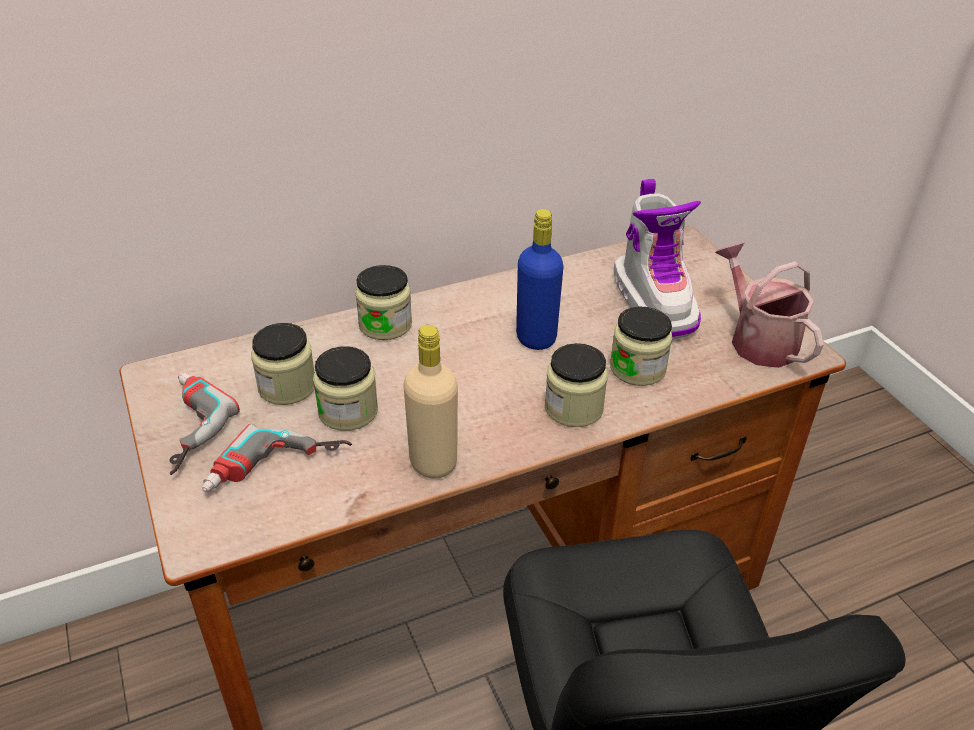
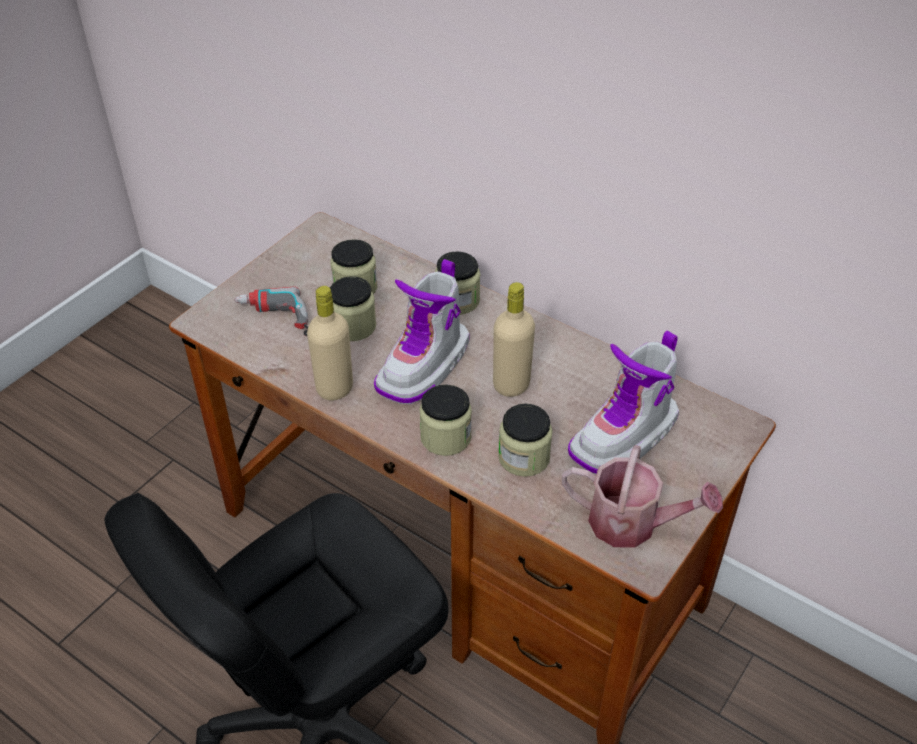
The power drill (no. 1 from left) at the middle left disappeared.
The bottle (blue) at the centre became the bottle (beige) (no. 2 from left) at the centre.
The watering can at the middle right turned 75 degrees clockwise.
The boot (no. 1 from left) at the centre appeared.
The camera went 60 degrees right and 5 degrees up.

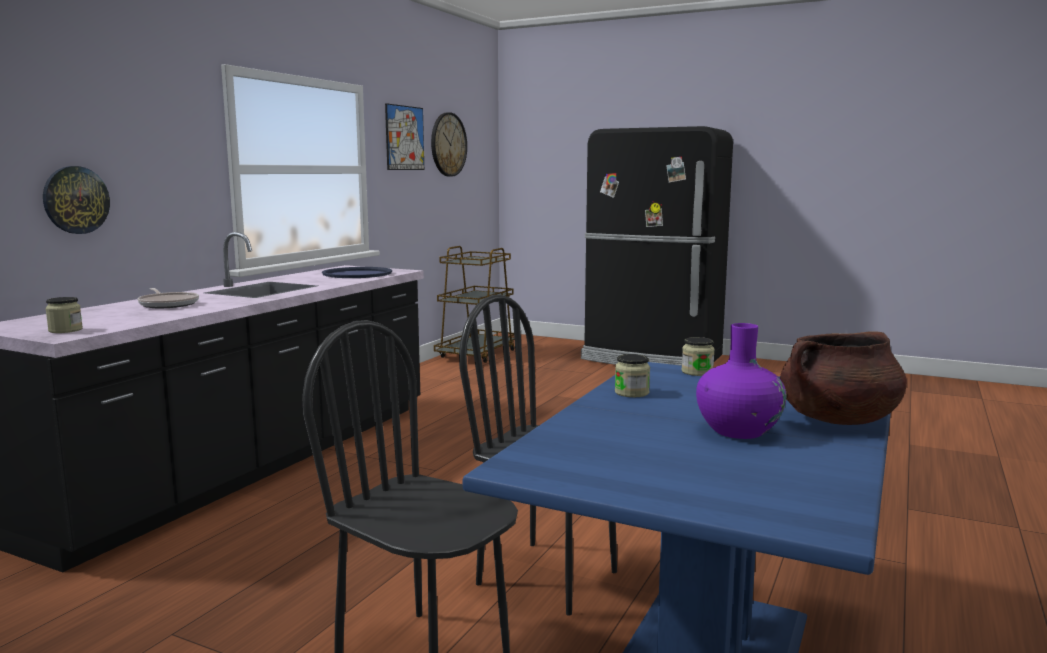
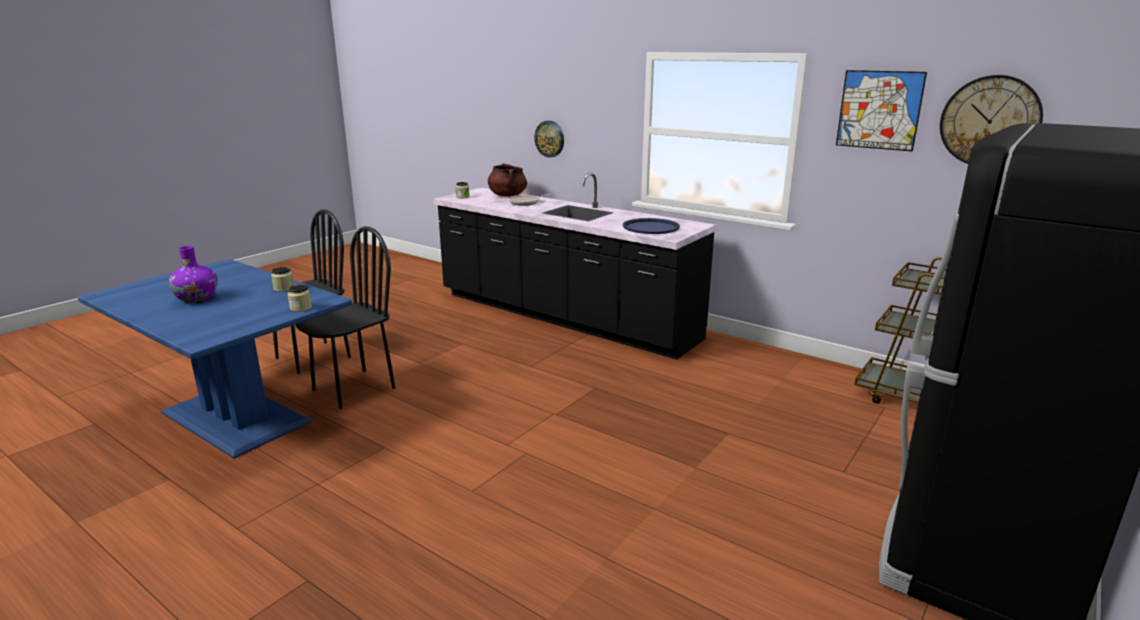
The cooking pot (brown) moved from the middle right to the top centre.
The camera went 100 degrees right and 10 degrees up.

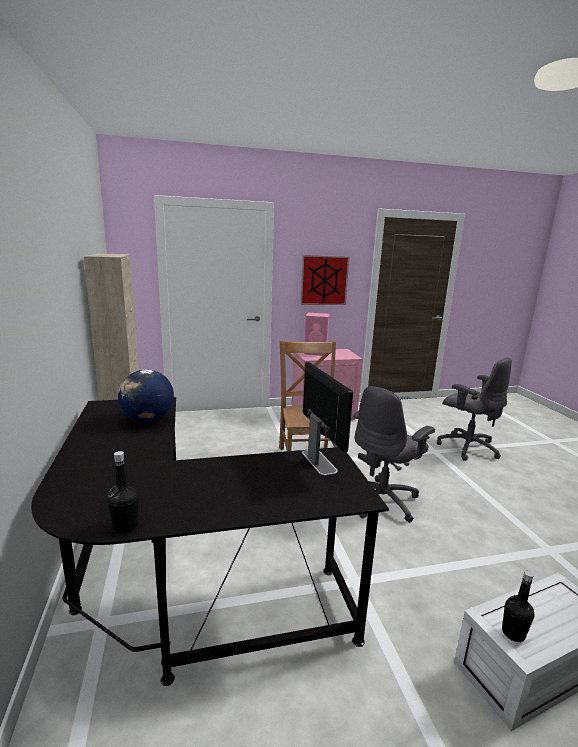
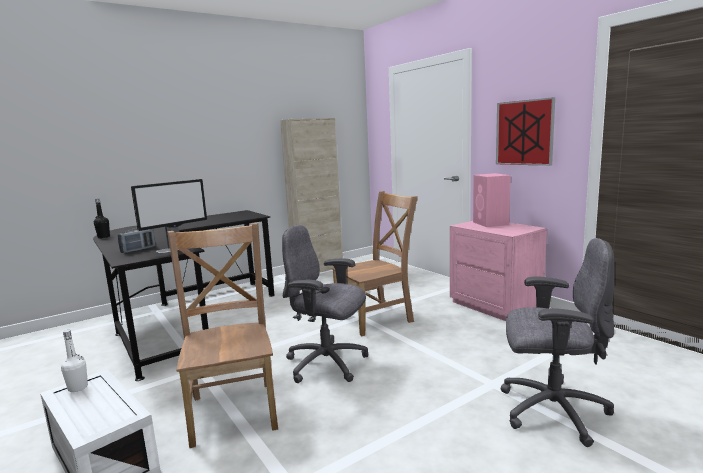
The globe at the middle left disappeared.
The office chair (grey) (no. 2 from left) at the middle right turned 105 degrees counterclockwise.
The bottle (black) (no. 2 from left) at the bottom right became the bottle (white) at the bottom left.
The radio at the middle left appeared.
The chair (brown) (no. 1 from left) at the bottom left appeared.
The camera went 70 degrees right and 5 degrees down.

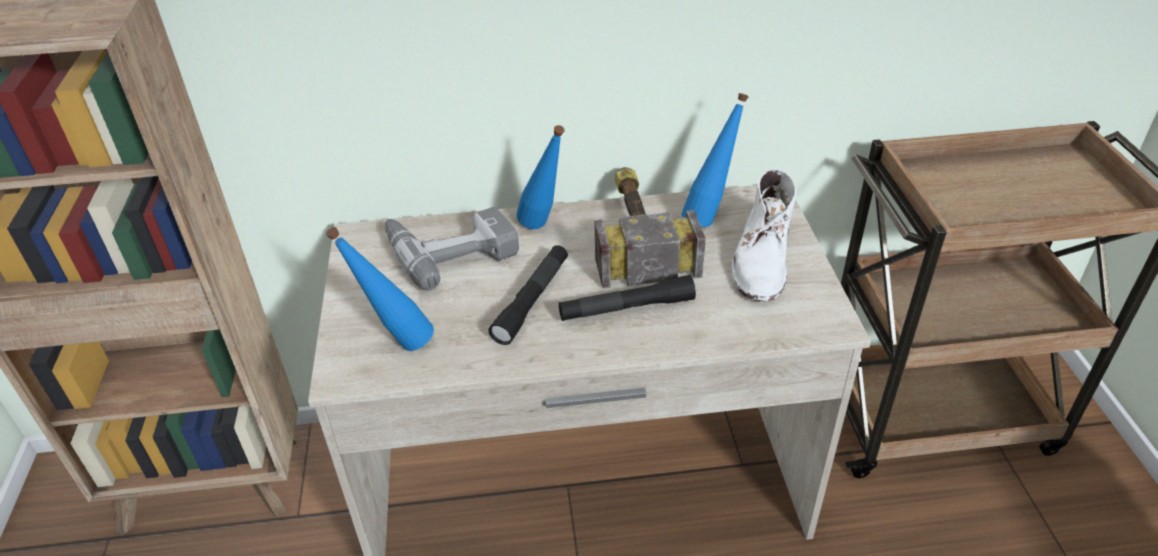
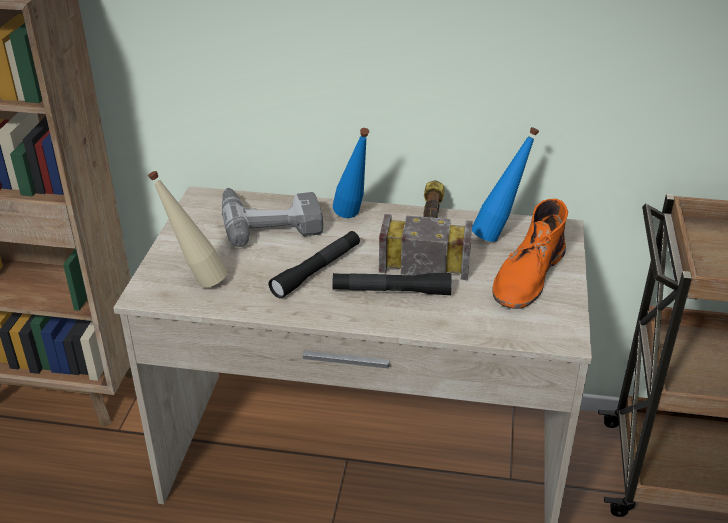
The bottle (blue) (no. 1 from left) at the middle left became the bottle (beige) at the middle left.
The boot (white) at the centre became the boot (orange) at the middle right.
The camera went 15 degrees right and 5 degrees down.

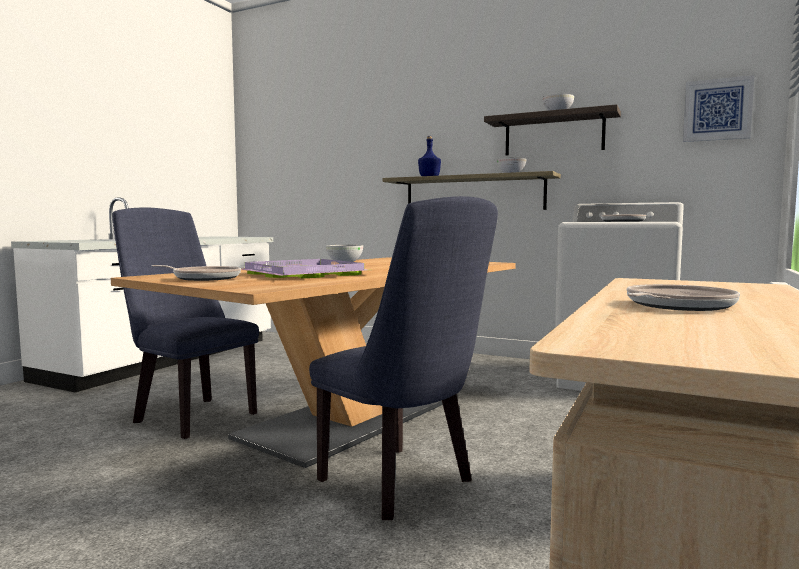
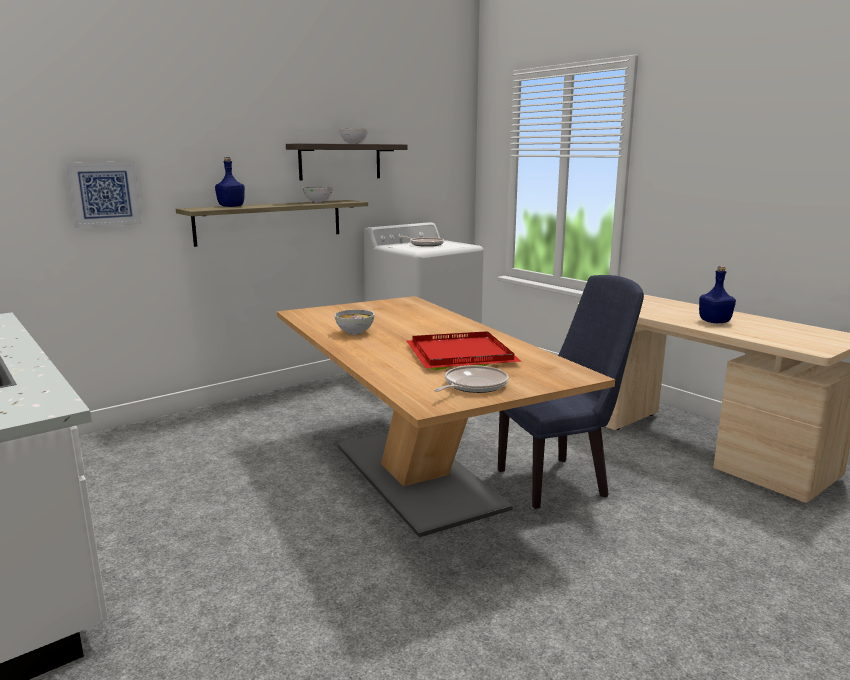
The chair (blue) (no. 1 from left) at the middle left disappeared.
The tray (purple) at the centre became the tray (red) at the centre.
The frying pan (no. 3 from left) at the middle right was replaced by the bottle (blue) (no. 2 from left) at the middle right.
The picture moved from the top right to the top left.
The camera went 65 degrees left and 10 degrees up.

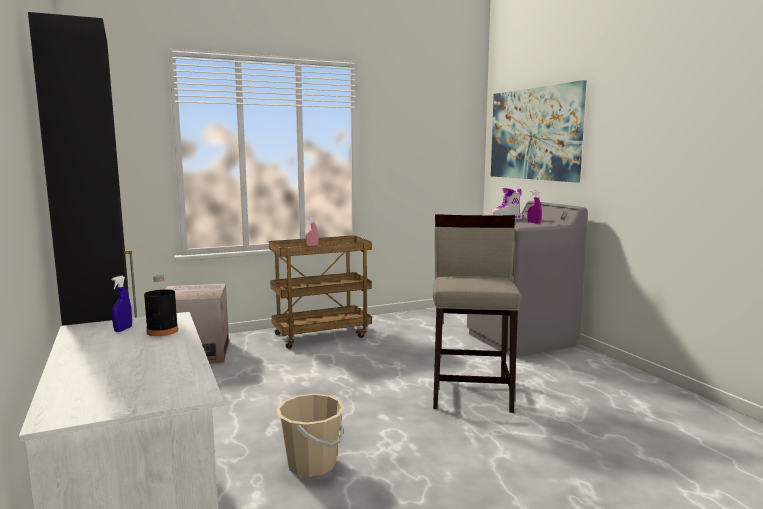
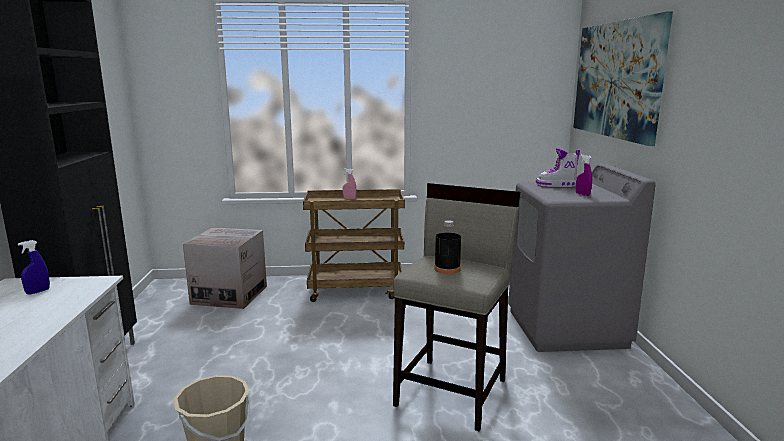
The bottle (black) moved from the middle left to the centre.
The camera went 20 degrees right and 5 degrees up.

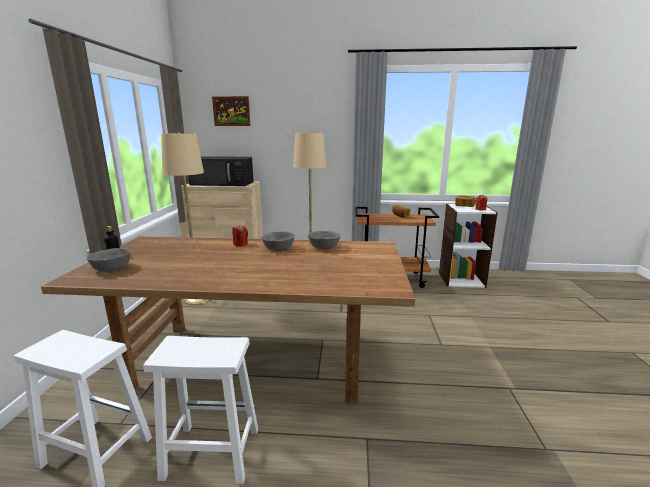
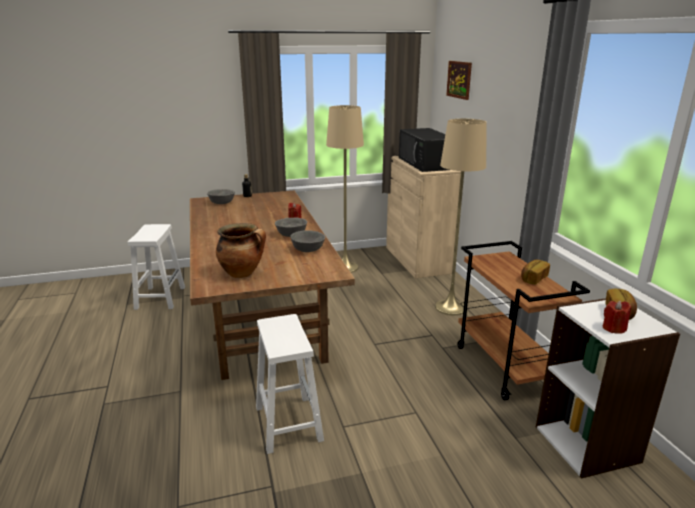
The stool (white) (no. 2 from left) moved from the bottom left to the bottom centre.
The cooking pot at the centre appeared.
The camera went 70 degrees right and 5 degrees up.

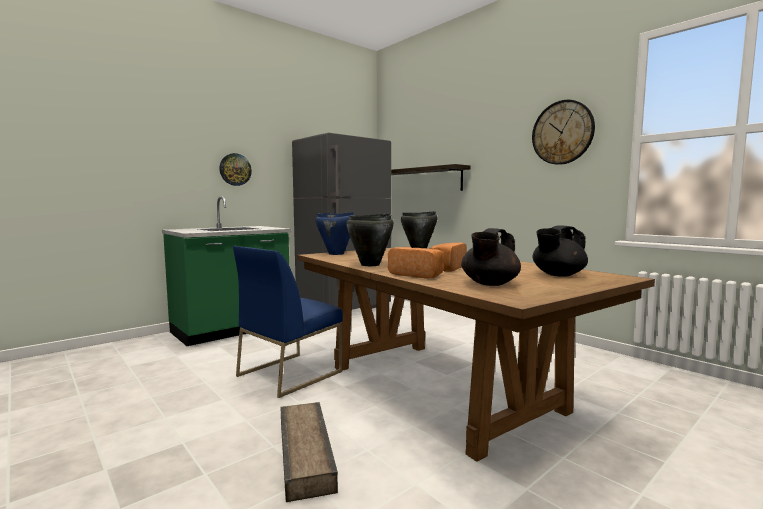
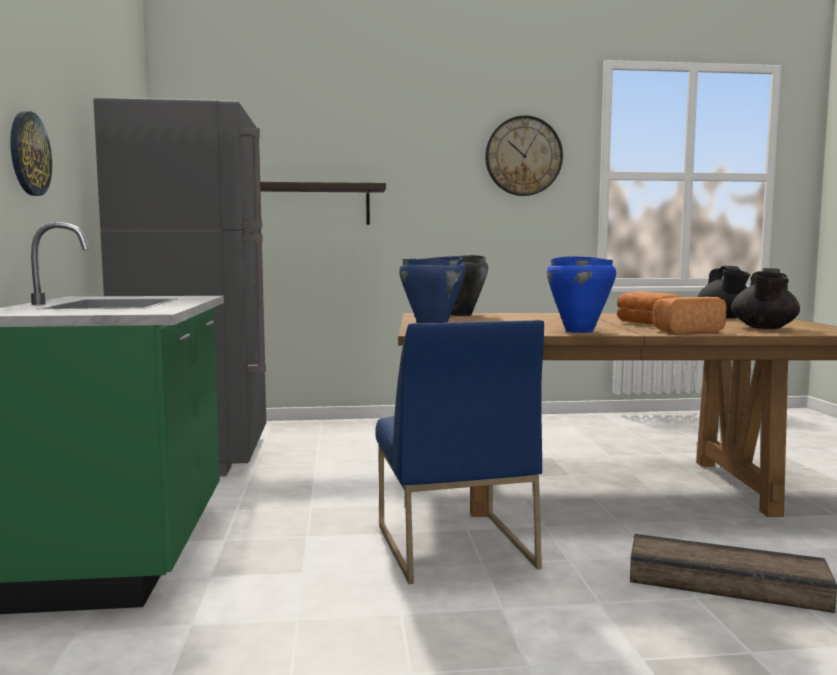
The cooking pot (black) (no. 1 from left) at the centre became the cooking pot (blue) (no. 2 from left) at the middle right.
The teapot (black) (no. 1 from left in the first image) at the centre turned 45 degrees clockwise.
The camera went 55 degrees left and 0 degrees up.

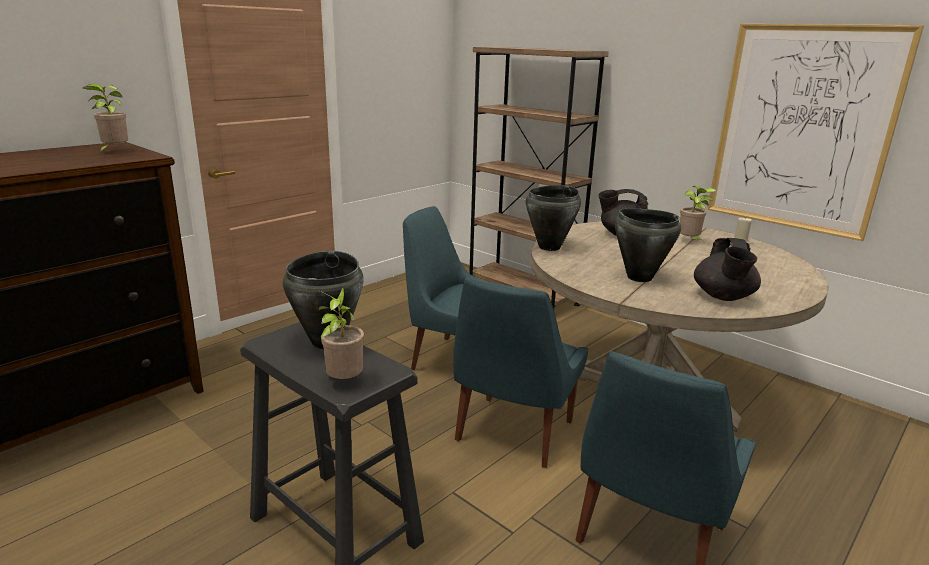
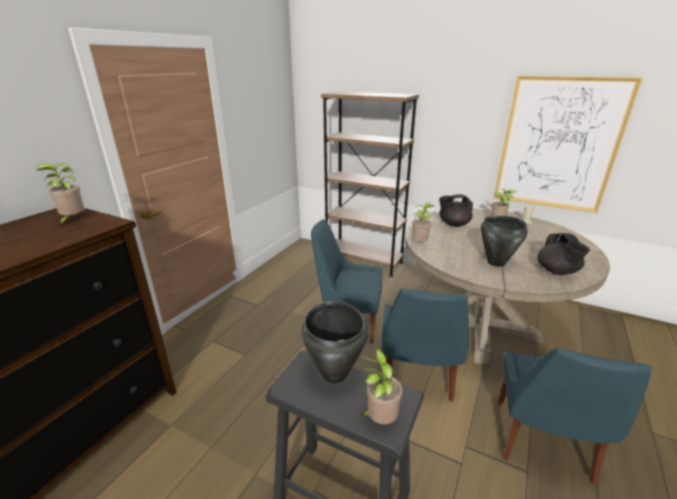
The cooking pot (black) (no. 2 from left) at the centre was replaced by the potted plant (no. 3 from left) at the centre.
The camera went 15 degrees left and 5 degrees up.

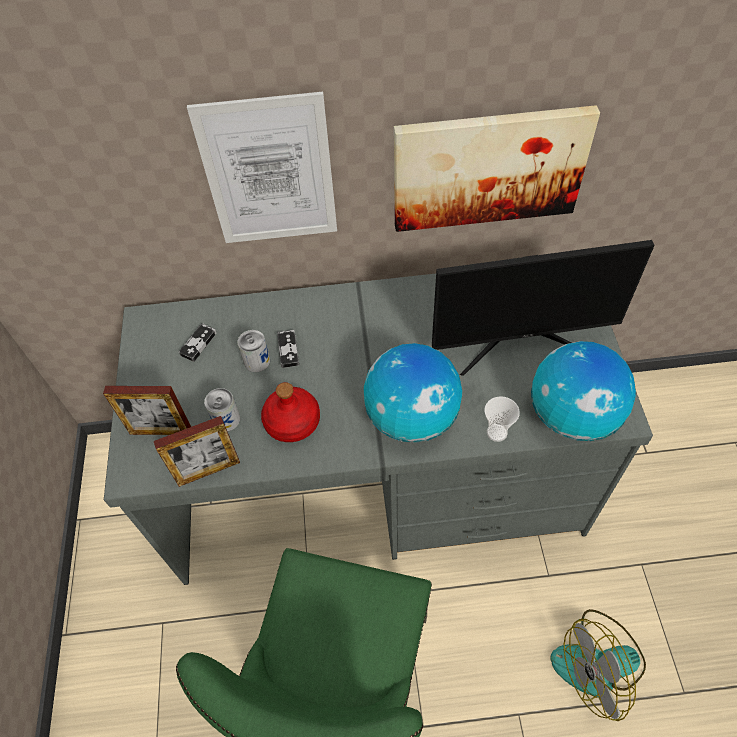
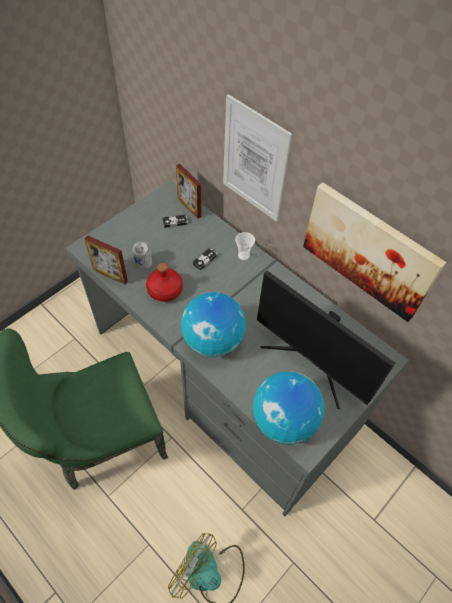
The picture frame (no. 1 from left in the first image) moved from the middle left to the top centre.
The can (no. 2 from left) at the centre disappeared.
The cup moved from the middle right to the centre.
The camera went 45 degrees right and 0 degrees up.

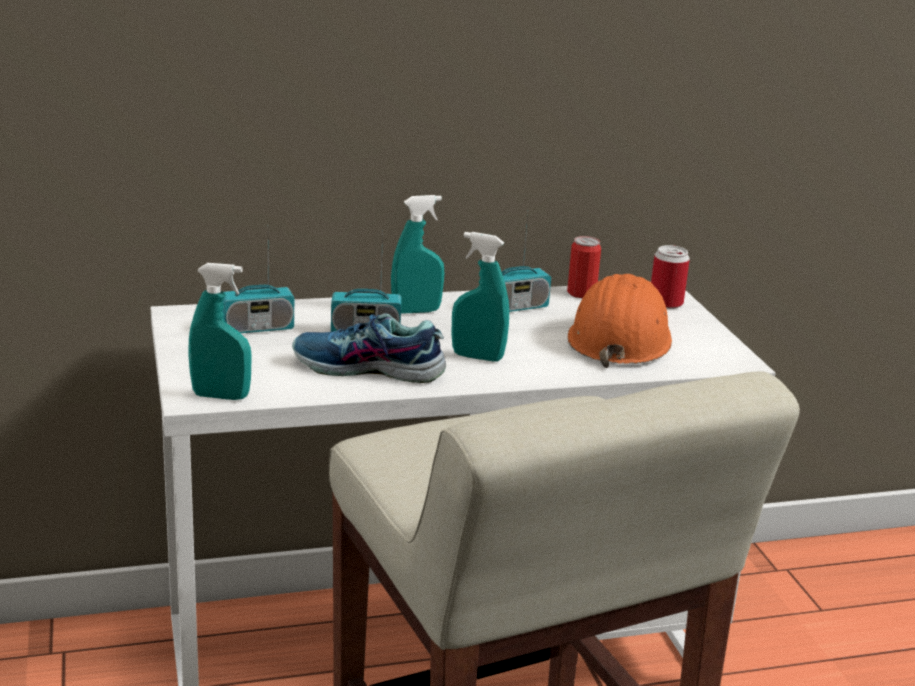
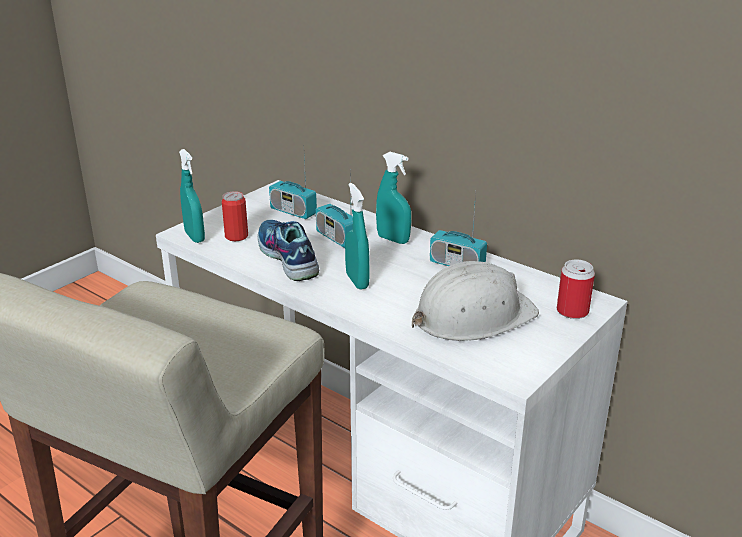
The can (no. 1 from left) moved from the centre to the middle left.
The hard hat (orange) at the middle right became the hard hat (white) at the centre.
The camera went 55 degrees right and 5 degrees up.

